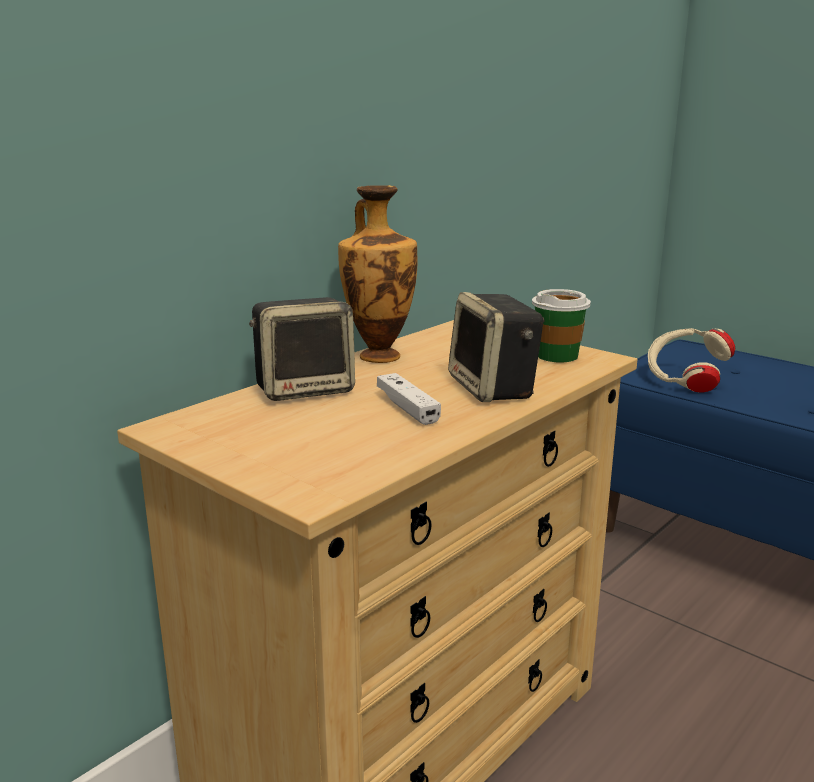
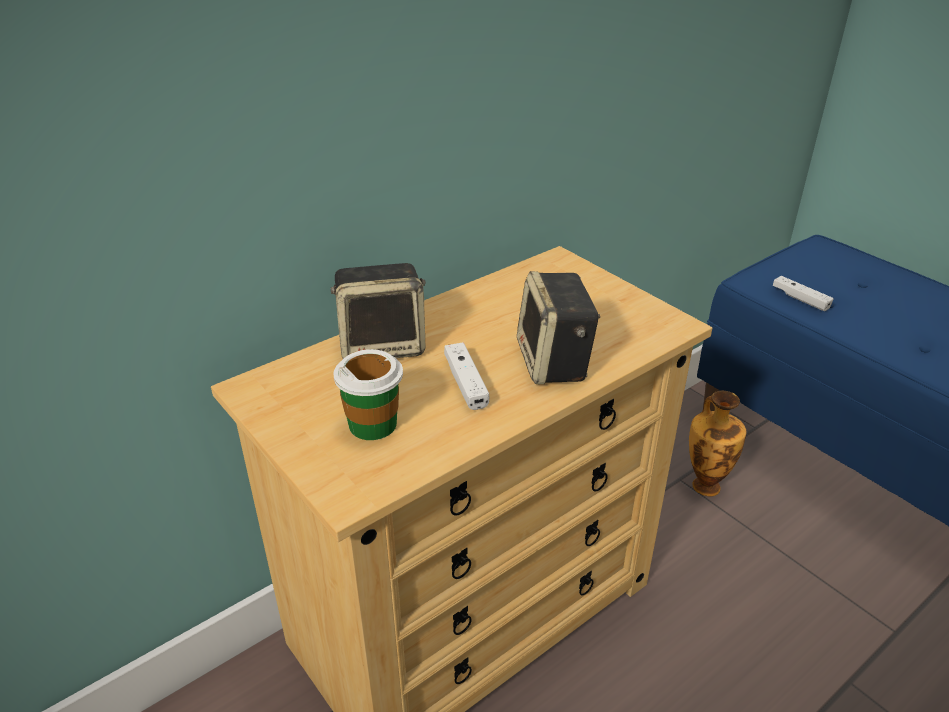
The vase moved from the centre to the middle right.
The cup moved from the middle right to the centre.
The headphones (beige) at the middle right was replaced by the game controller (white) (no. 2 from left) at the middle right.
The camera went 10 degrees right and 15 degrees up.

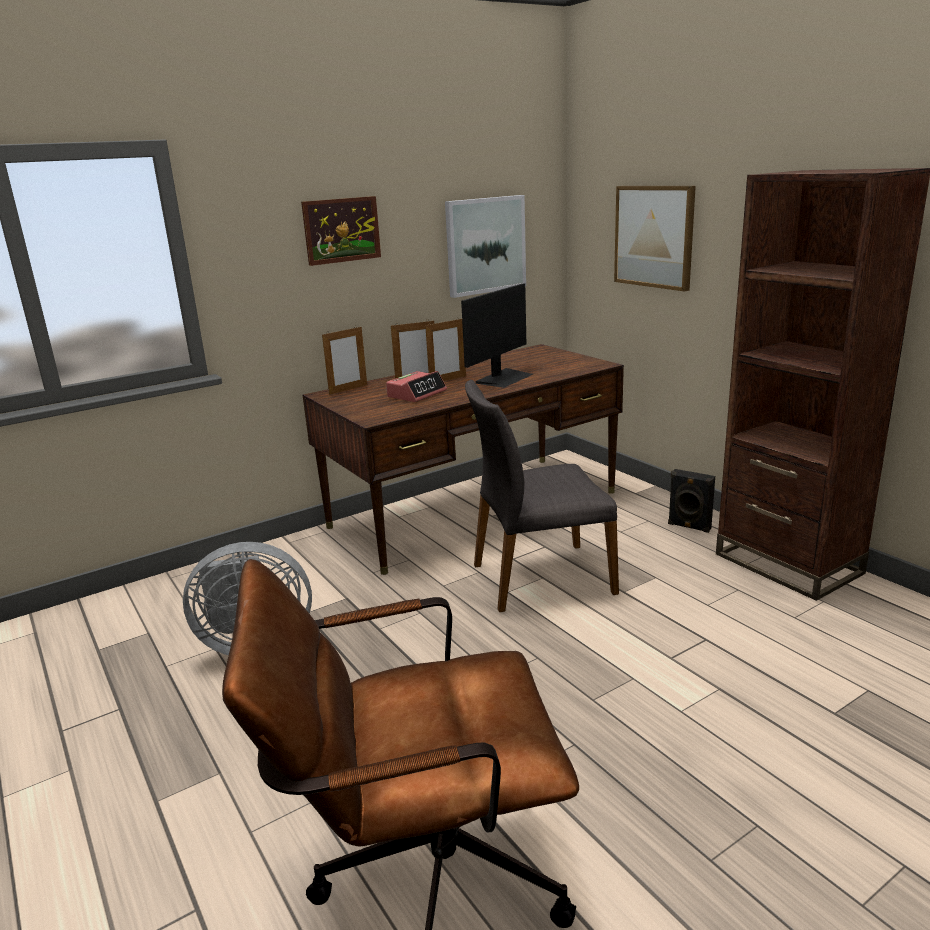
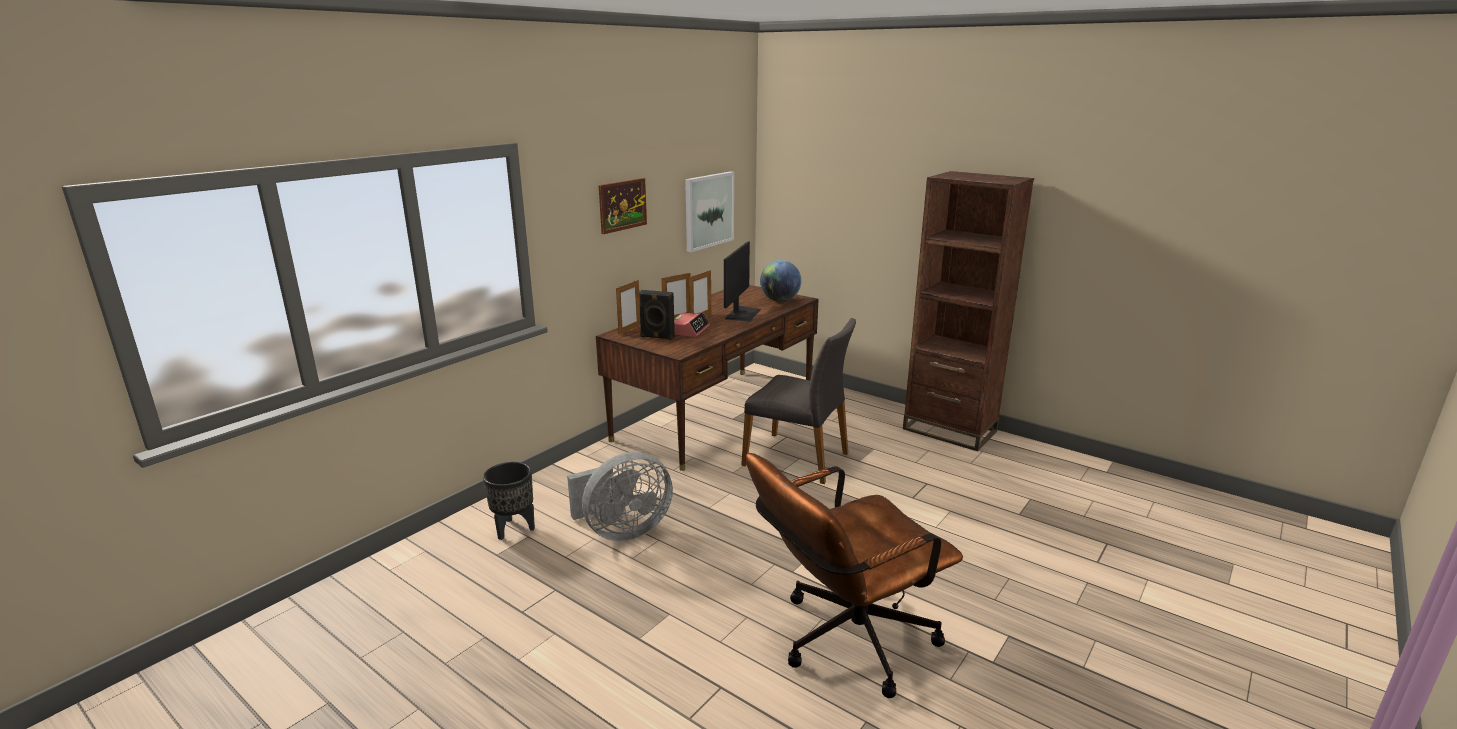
The chair (grey) at the centre turned 120 degrees counterclockwise.
The picture (no. 3 from left) at the top right disappeared.
The speaker (black) moved from the middle right to the centre.
The planter (black) at the bottom centre appeared.
The globe at the centre appeared.
The camera went 20 degrees left and 0 degrees up.

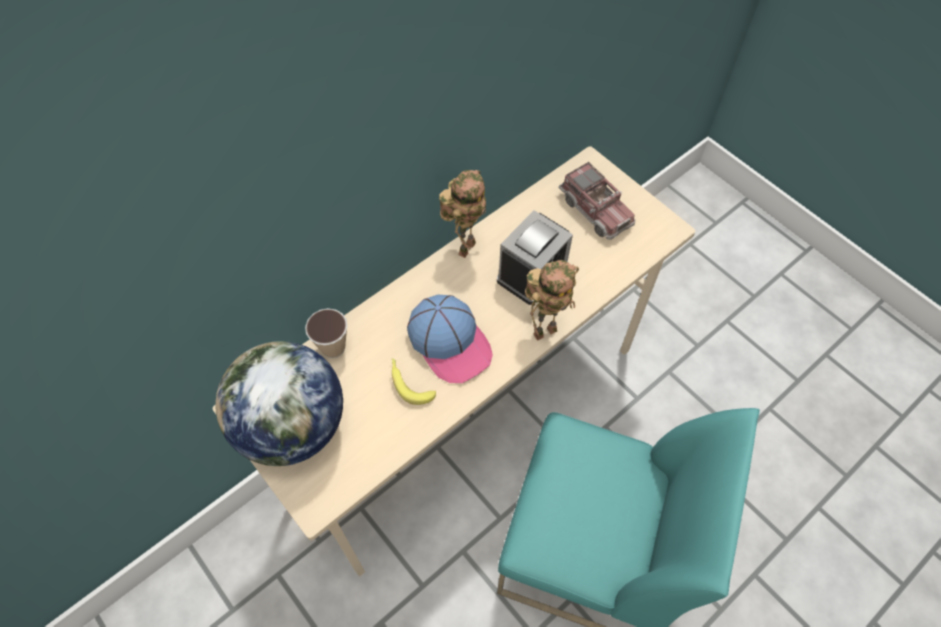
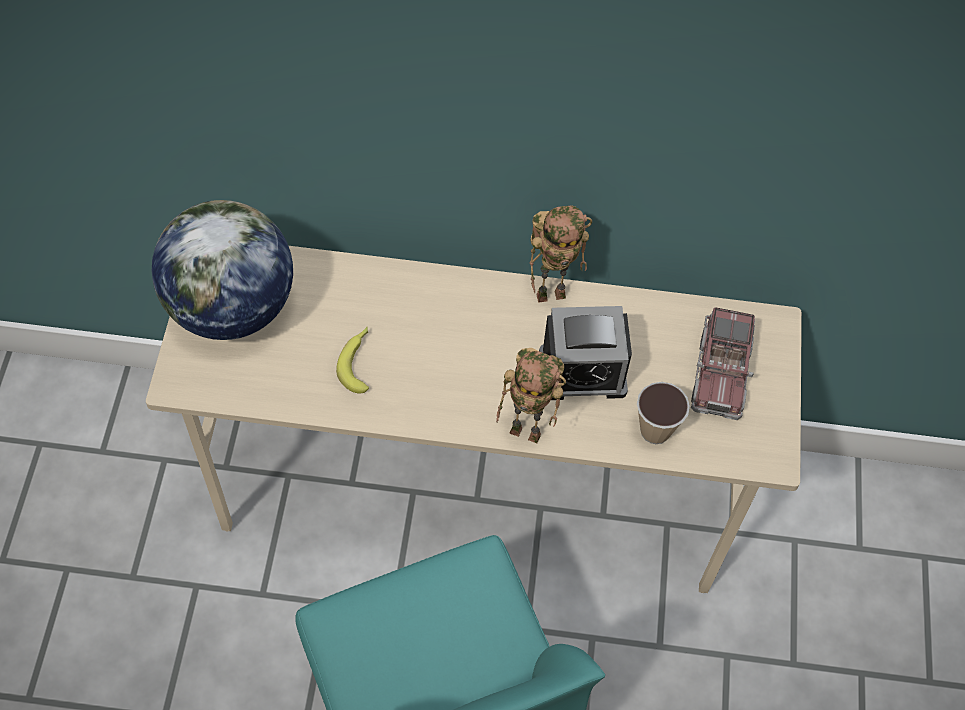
The cup moved from the centre to the middle right.
The cap at the centre disappeared.
The camera went 45 degrees right and 0 degrees up.

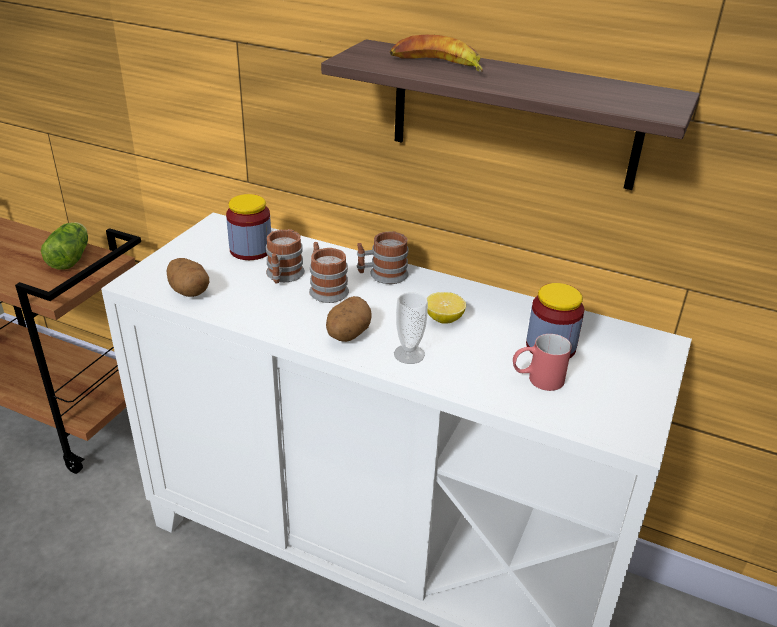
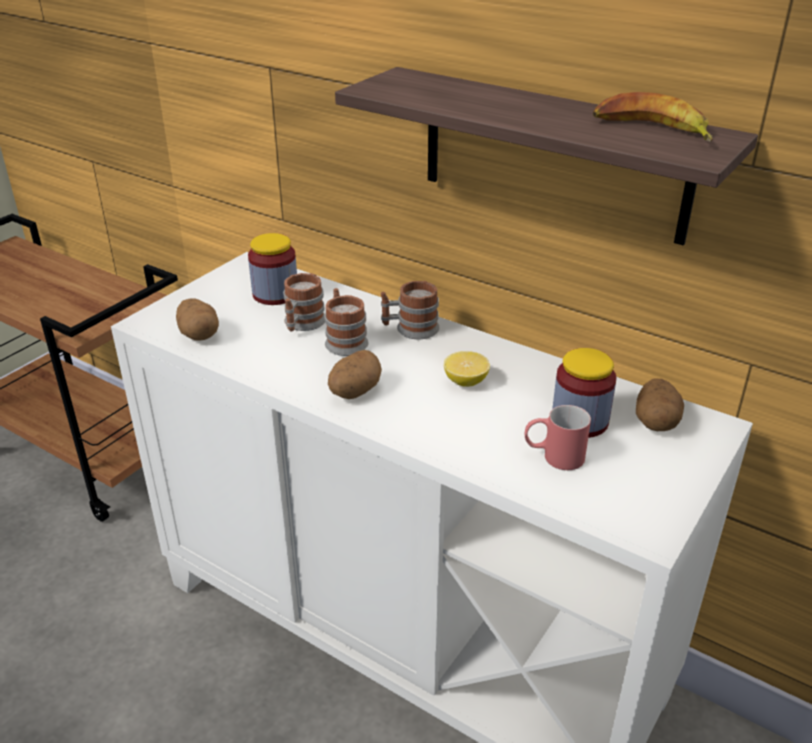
The lettuce at the middle left disappeared.
The banana moved from the top centre to the top right.
The cup at the centre disappeared.
The potato (no. 3 from left) at the middle right appeared.
The camera went 10 degrees right and 0 degrees up.

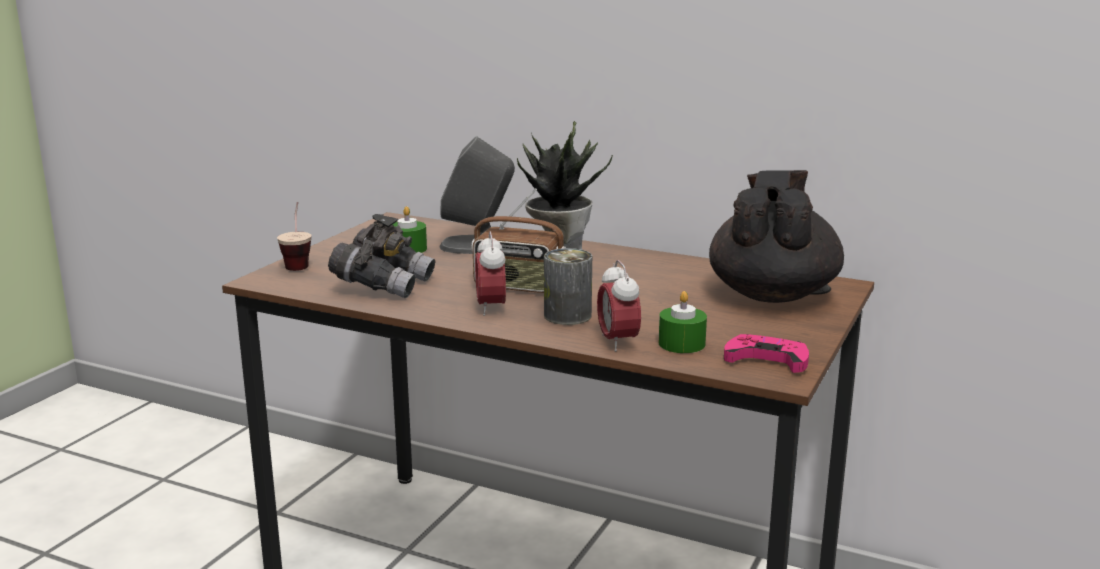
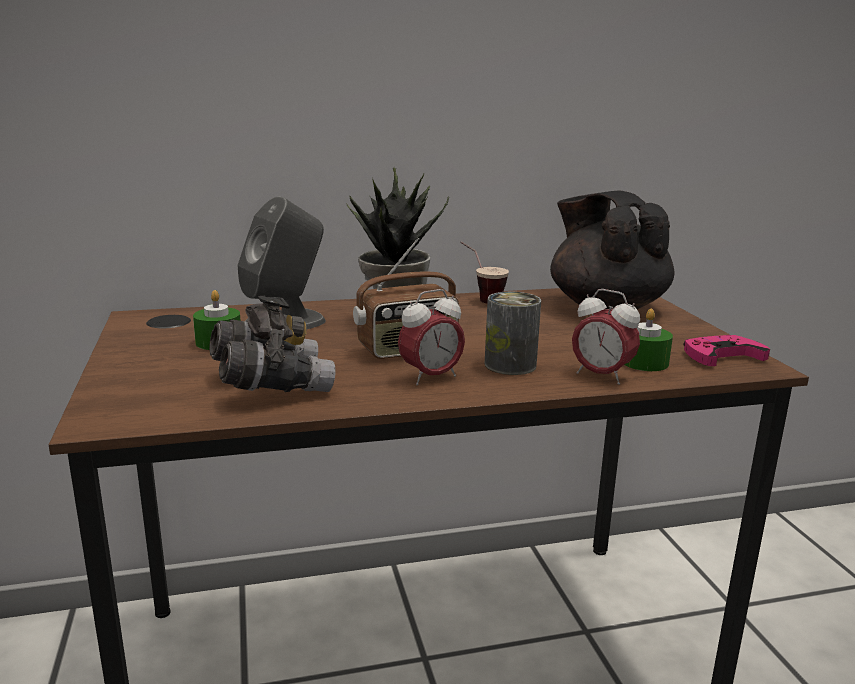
The cup moved from the middle left to the centre.
The alarm clock (no. 1 from left) at the centre turned 75 degrees counterclockwise.
The camera went 40 degrees left and 0 degrees up.

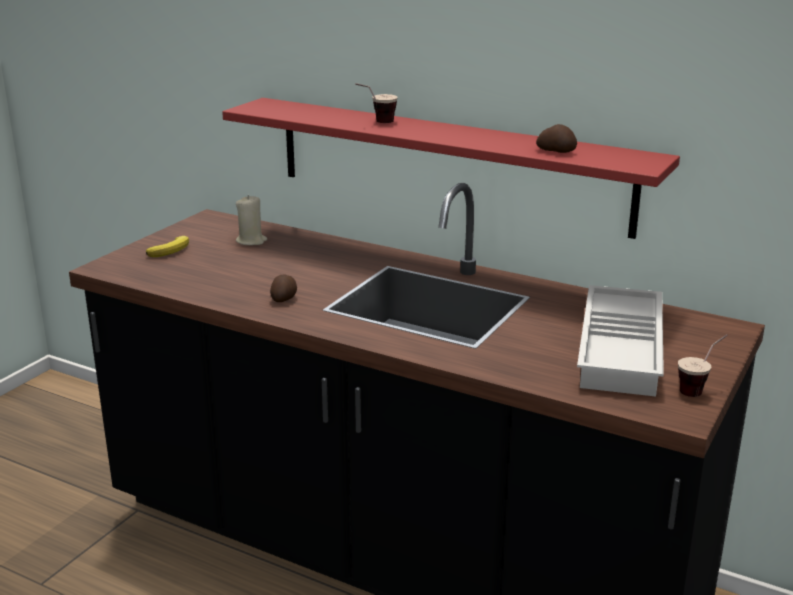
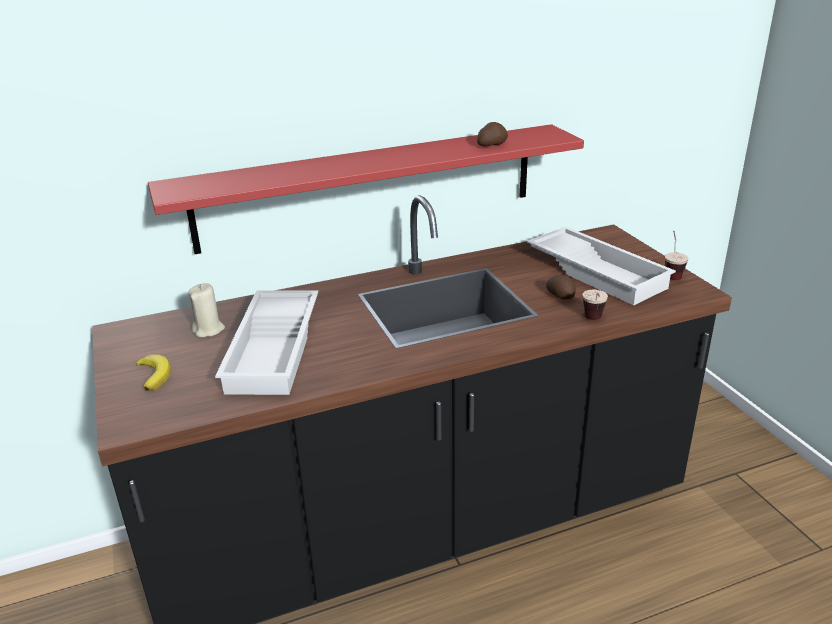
The potato (no. 1 from left in the first image) moved from the centre to the middle right.
The cup (no. 1 from left) moved from the top centre to the middle right.
The tray (white) (no. 1 from left) at the middle left appeared.
The camera went 50 degrees left and 5 degrees up.

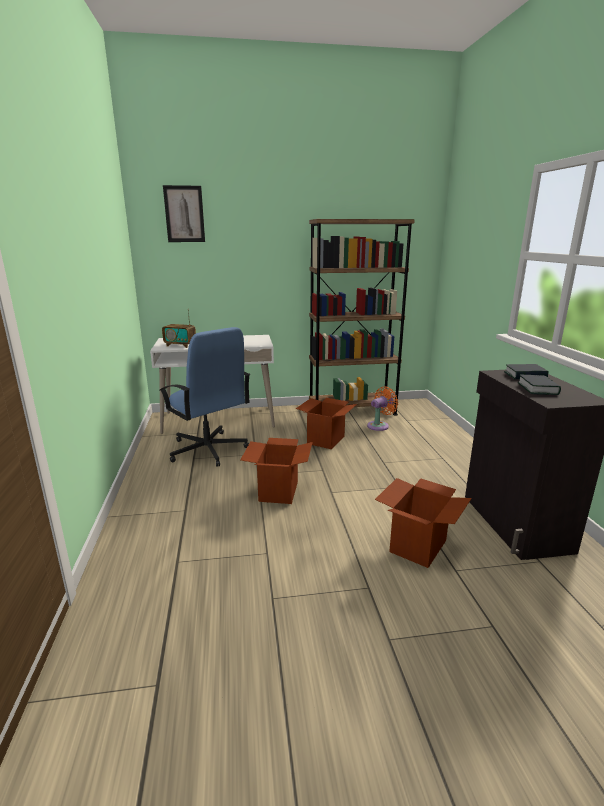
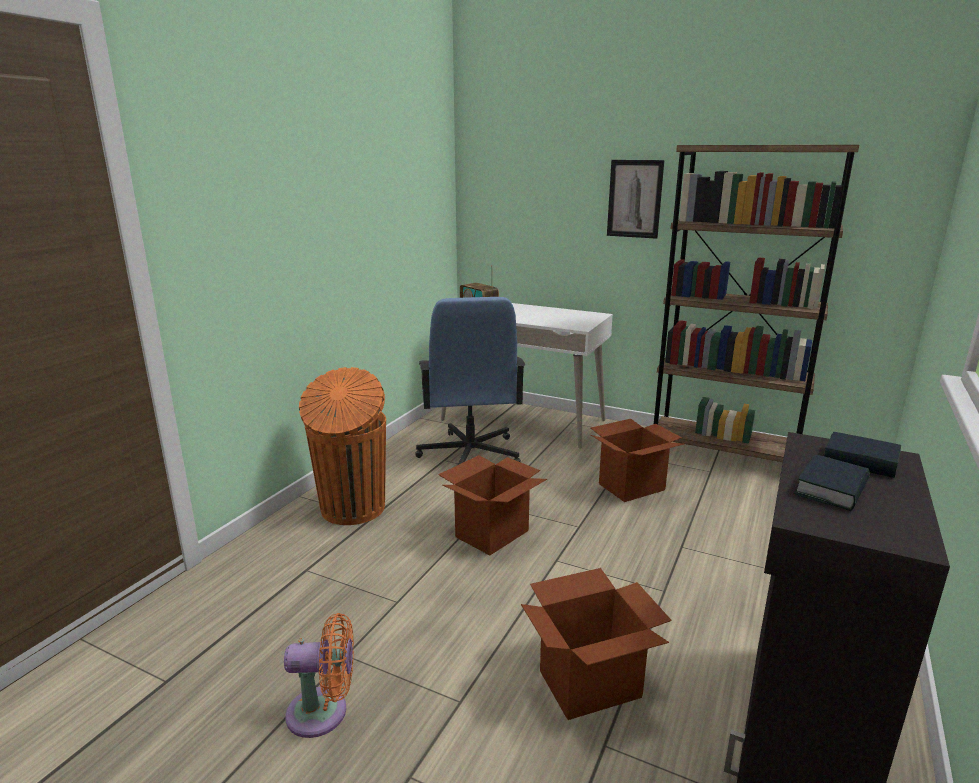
The picture moved from the top left to the top centre.
The fan (orange) moved from the centre to the bottom left.
The trash can (orange) at the centre appeared.
The camera went 35 degrees right and 0 degrees up.

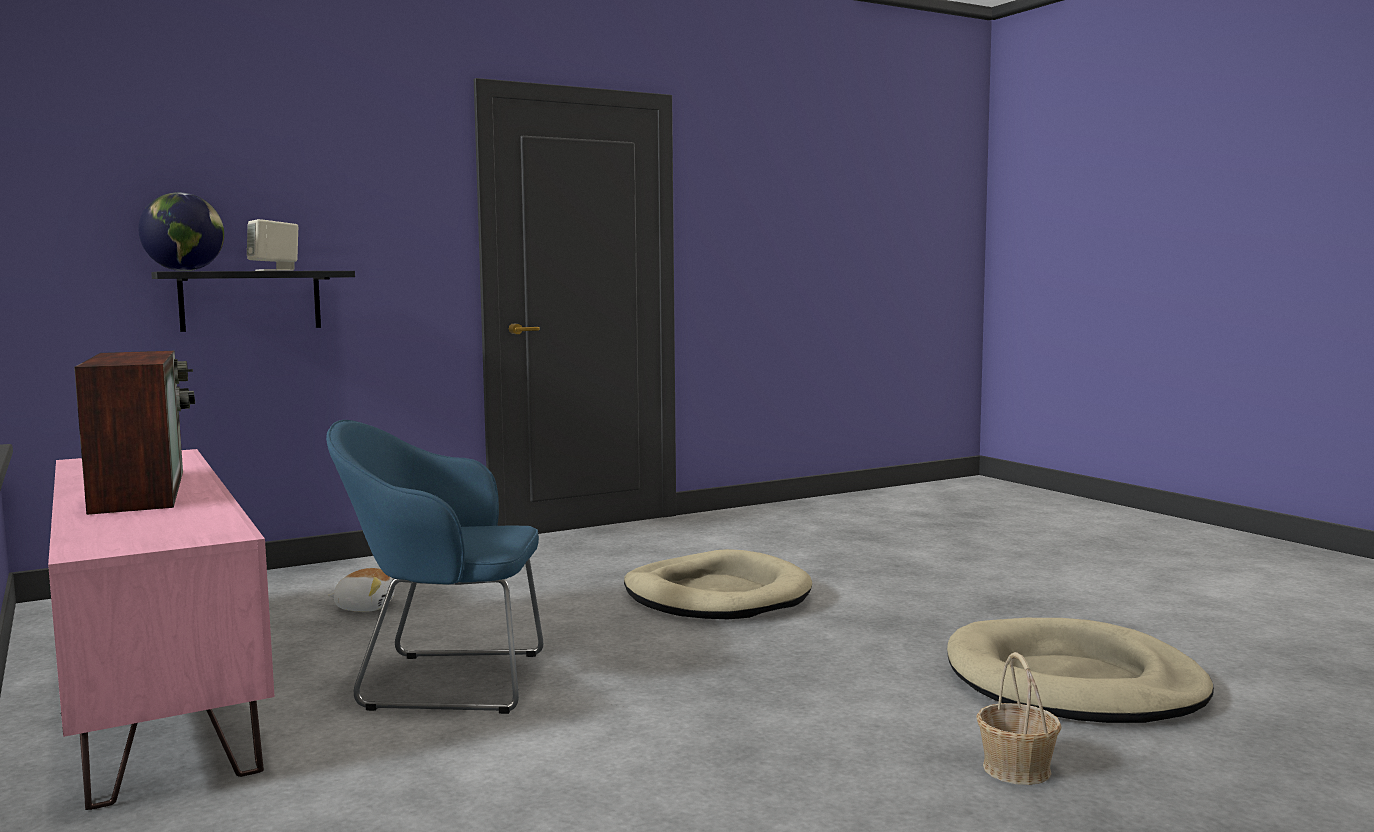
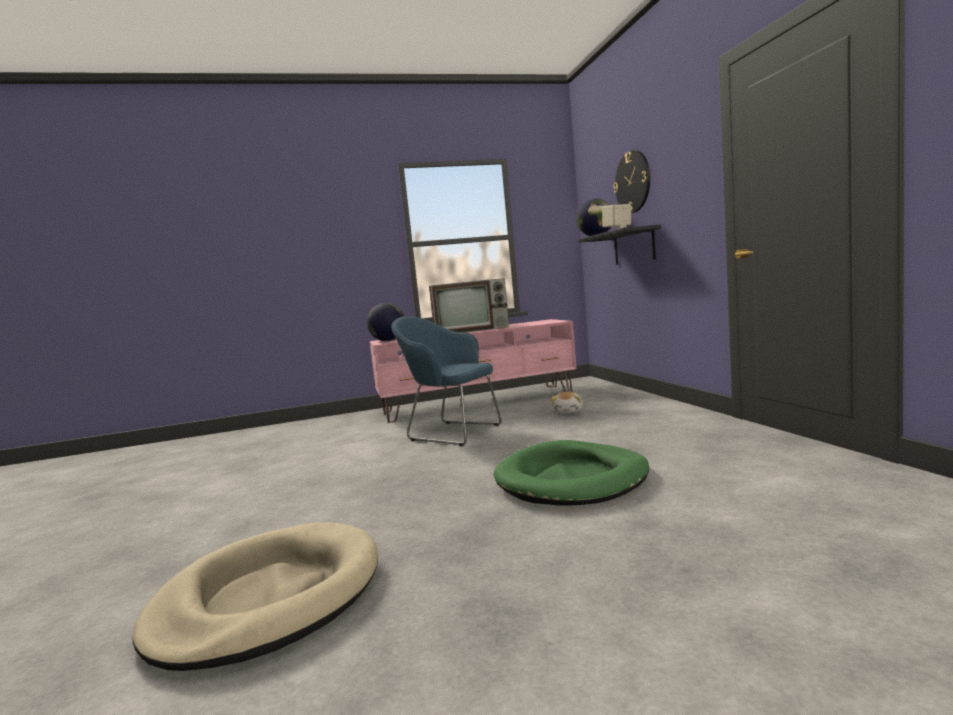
The armchair (blue) at the bottom left turned 75 degrees counterclockwise.
The dog bed (beige) (no. 1 from left) at the bottom centre became the dog bed (green) at the centre.
The basket at the bottom right disappeared.
The globe (no. 1 from left) at the centre appeared.
The wall clock at the top centre appeared.
The camera went 105 degrees right and 0 degrees up.

